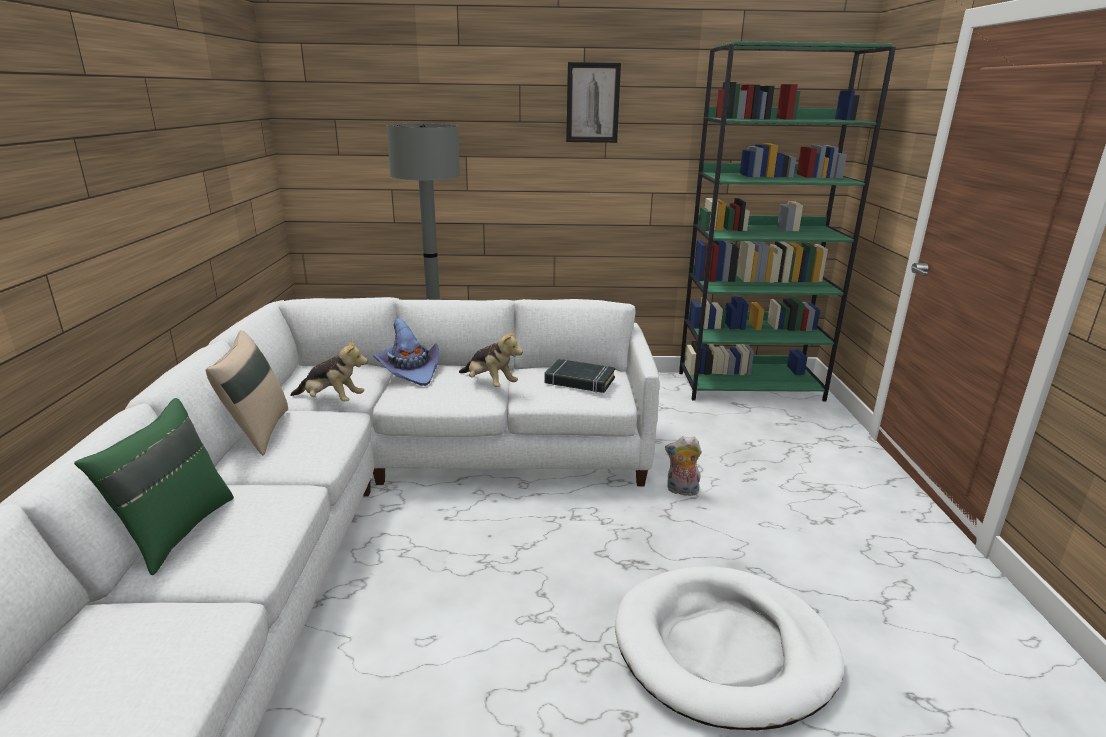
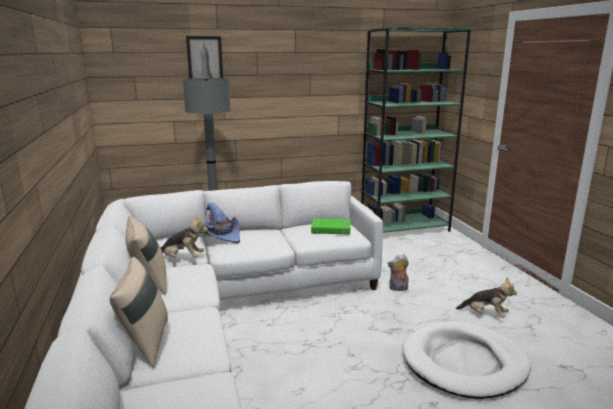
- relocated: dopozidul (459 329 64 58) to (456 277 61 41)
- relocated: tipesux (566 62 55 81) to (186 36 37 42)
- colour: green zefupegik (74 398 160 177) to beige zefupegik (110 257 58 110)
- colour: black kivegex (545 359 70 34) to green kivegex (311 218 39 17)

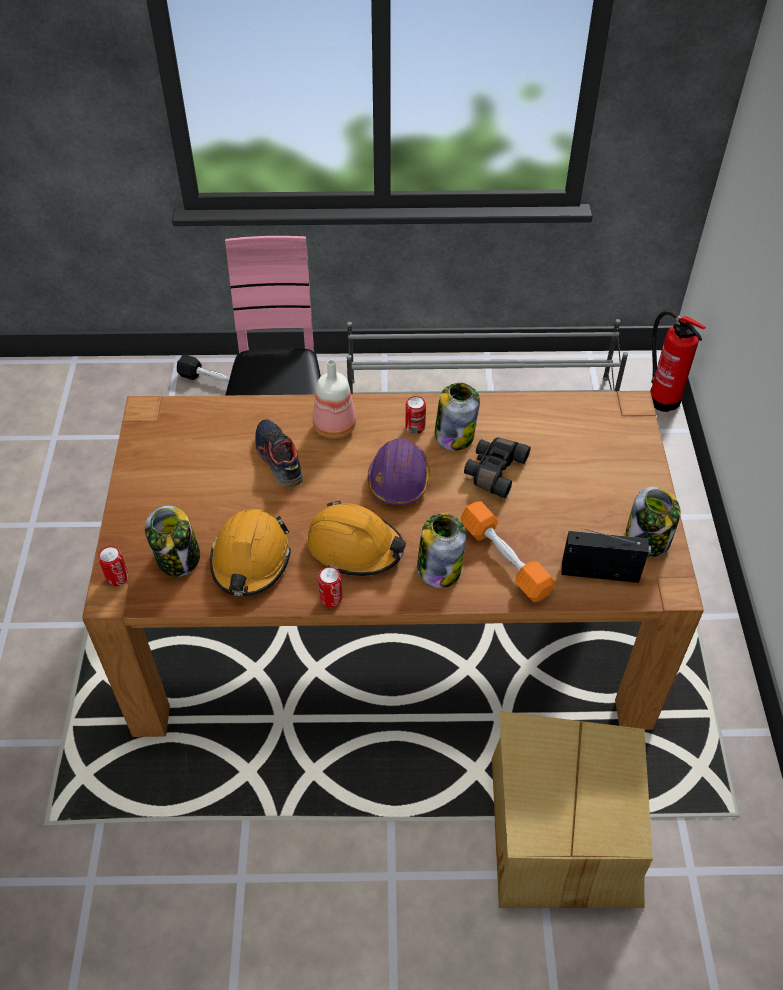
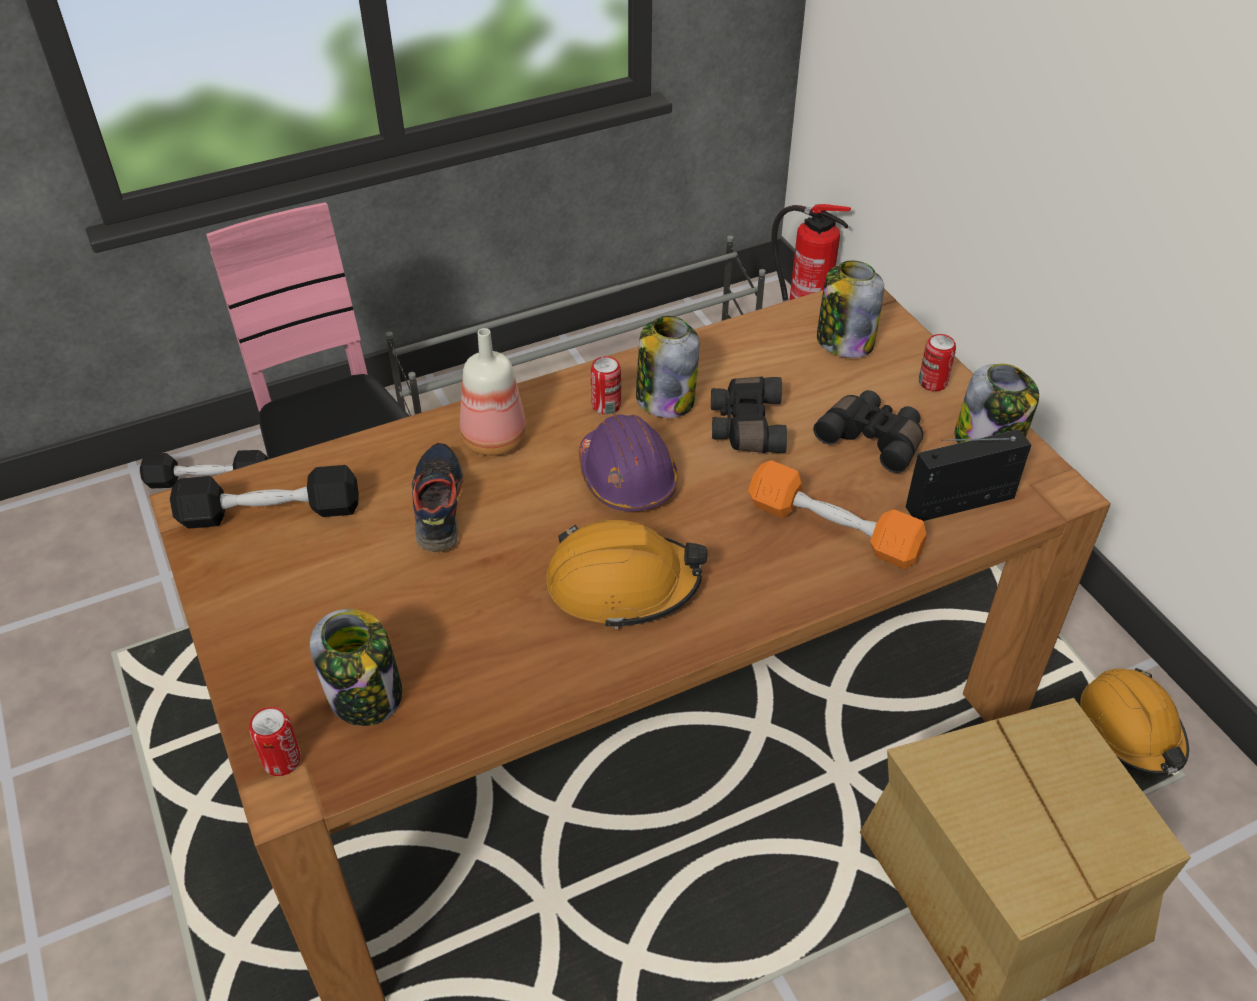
- appeared: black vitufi (170 465 189 64)
- appeared: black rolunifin (813 390 110 83)
- relocated: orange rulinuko (210 509 81 87) to (1080 668 109 108)
- relocated: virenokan (318 567 25 40) to (919 334 37 57)
- relocated: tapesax (417 514 49 74) to (817 260 67 98)
- spun: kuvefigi (255 419 48 68) = (412 443 51 109) 45 degrees clockwise

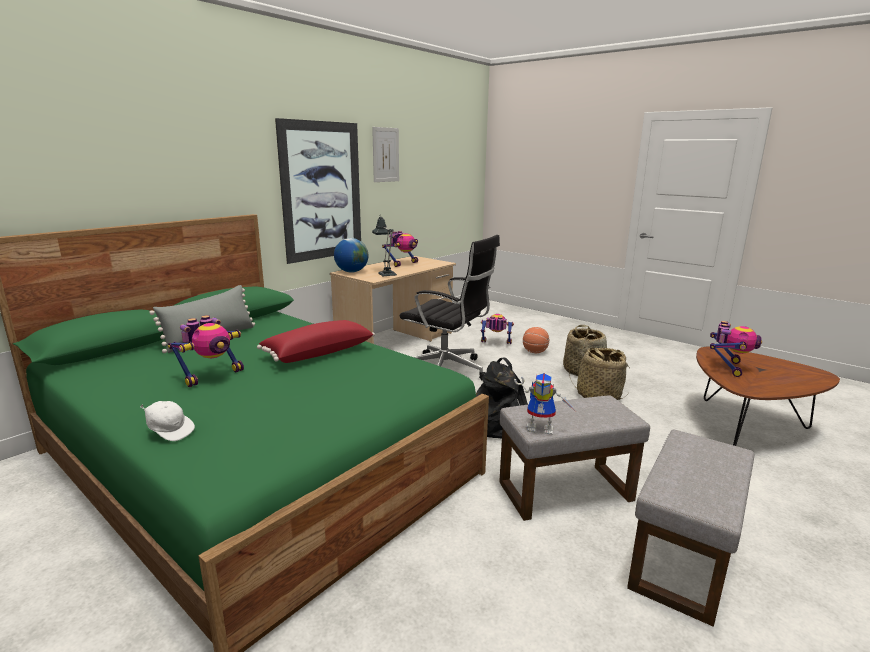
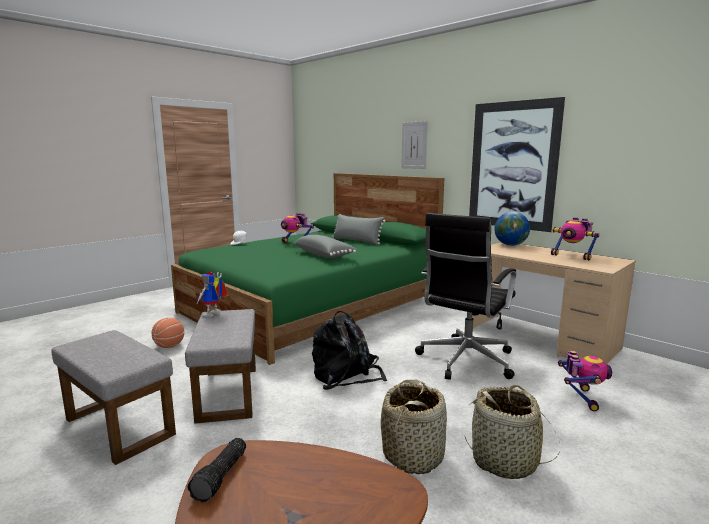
- missing: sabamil (372 216 25 61)
- missing: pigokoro (710 321 52 56)
- appeared: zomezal (188 438 58 65)
- relocated: tipesux (372 127 27 55) to (401 121 27 48)
- relocated: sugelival (523 327 26 26) to (152 318 32 30)
- colour: red zefupegik (257 320 118 43) to grey zefupegik (295 235 62 23)

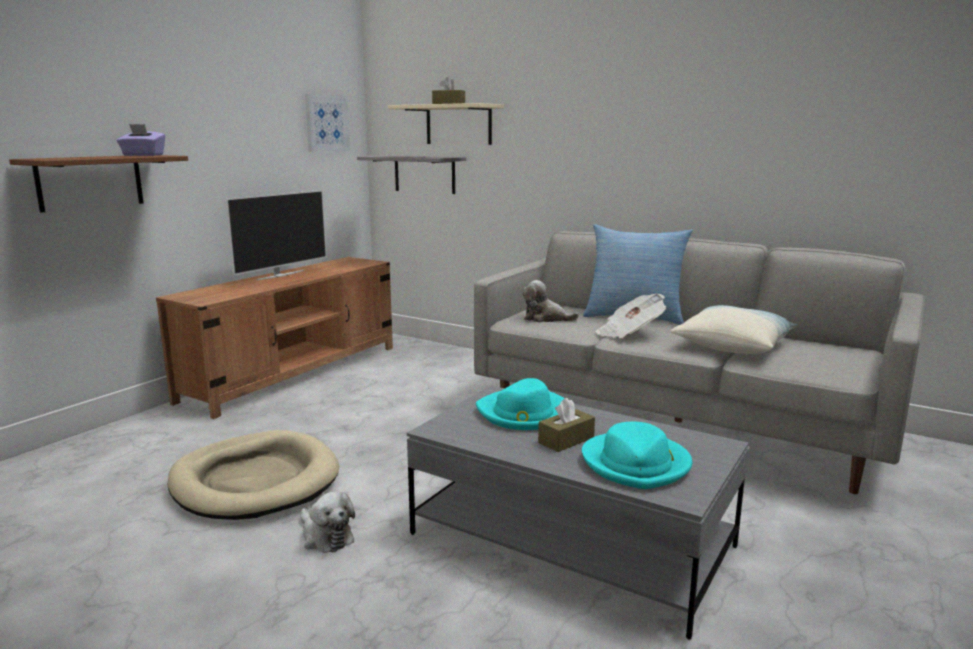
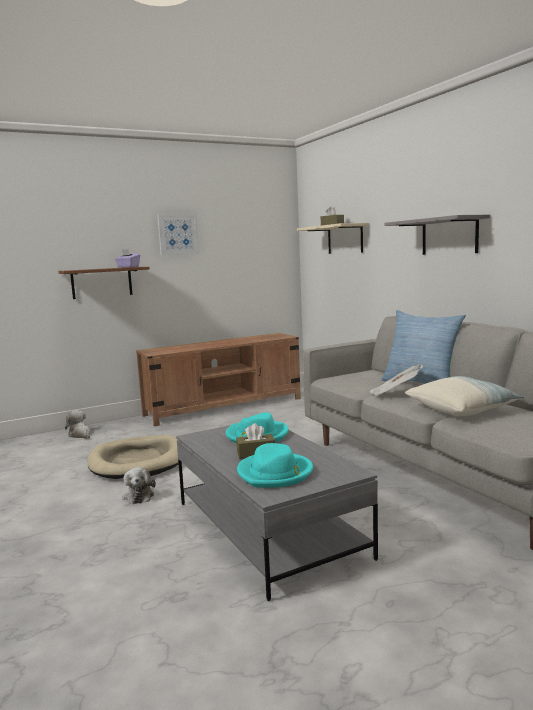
- missing: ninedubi (226 190 101 91)
- relocated: tipesux (305 94 45 58) to (157 214 42 41)
- relocated: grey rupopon (357 155 109 39) to (384 215 106 40)
- relocated: dopozidul (522 280 57 42) to (65 410 26 29)

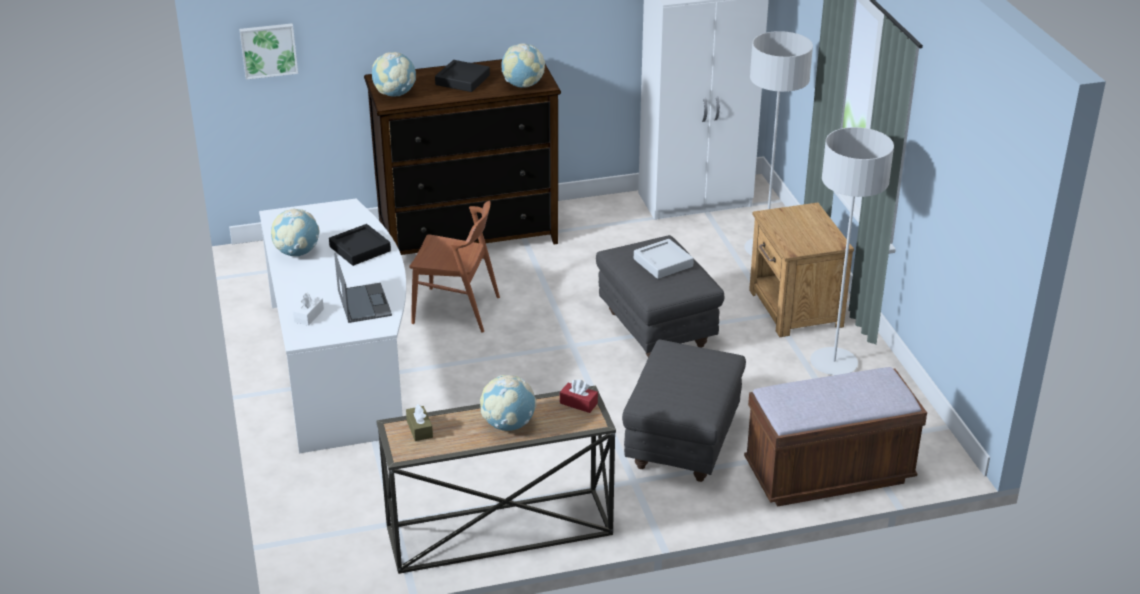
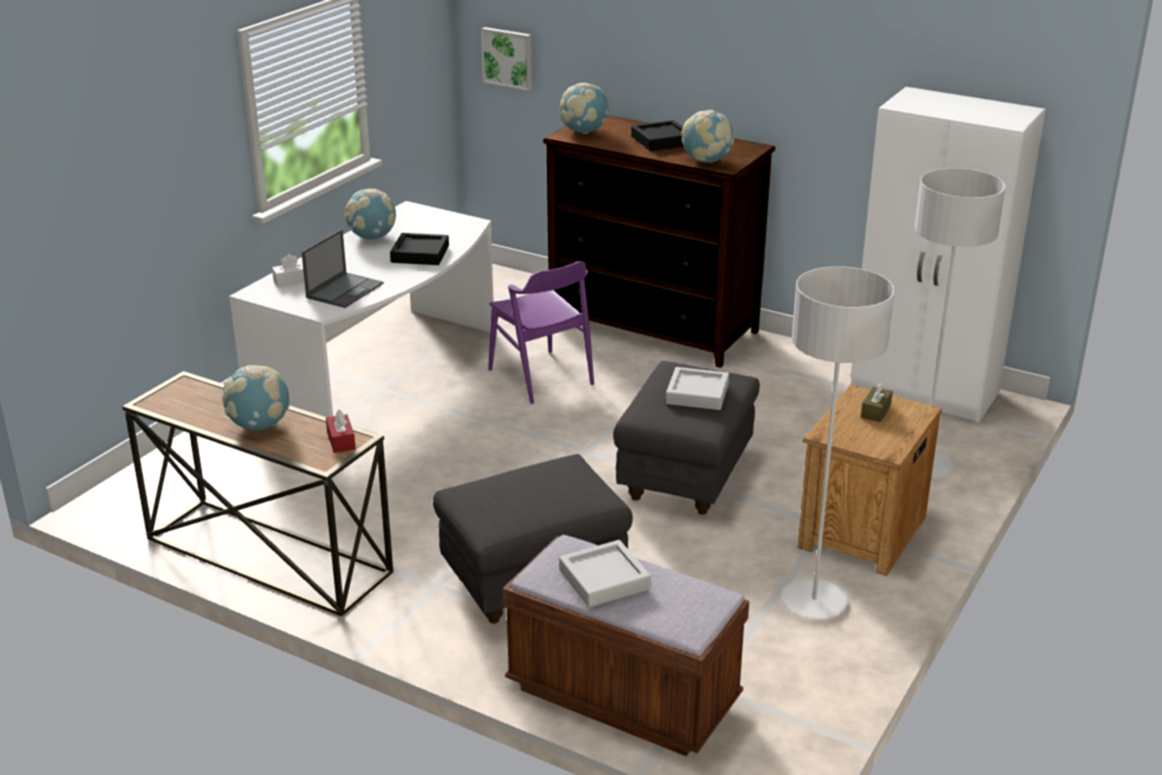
- appeared: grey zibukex (559 540 92 67)
- relocated: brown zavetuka (406 404 27 37) to (861 382 32 40)
- colour: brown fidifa (409 201 91 132) to purple fidifa (489 261 105 143)

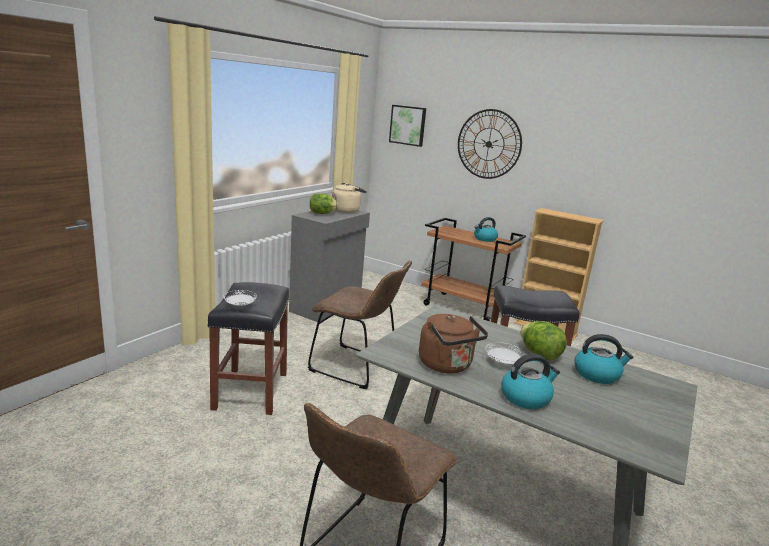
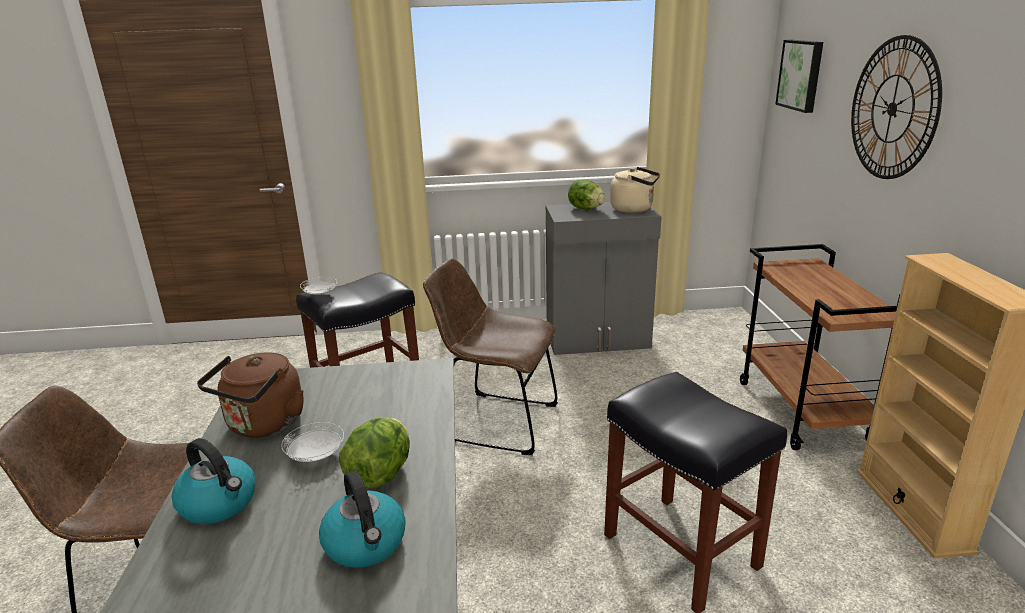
- missing: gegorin (474 217 24 25)
- spun: brown fidifa (308 260 104 129) = (423 258 135 197) 120 degrees clockwise

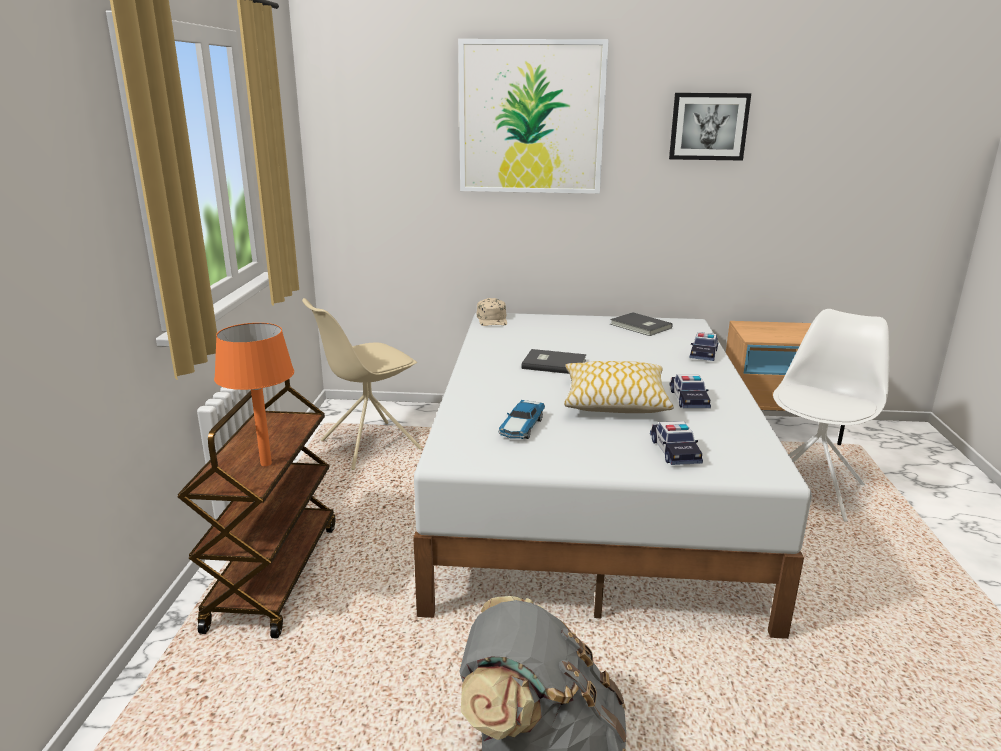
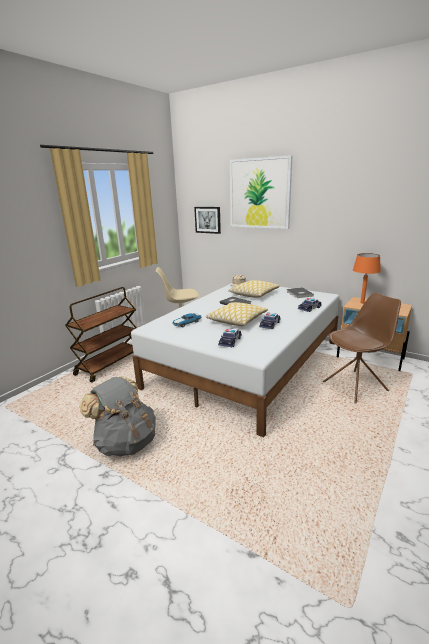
- appeared: zefupegik (228 280 52 18)
- relocated: orange sabamil (214 323 80 143) to (353 253 28 51)
- relocated: tipesux (669 93 82 68) to (194 207 27 27)
- colour: white fidifa (773 309 116 213) to brown fidifa (323 293 78 111)

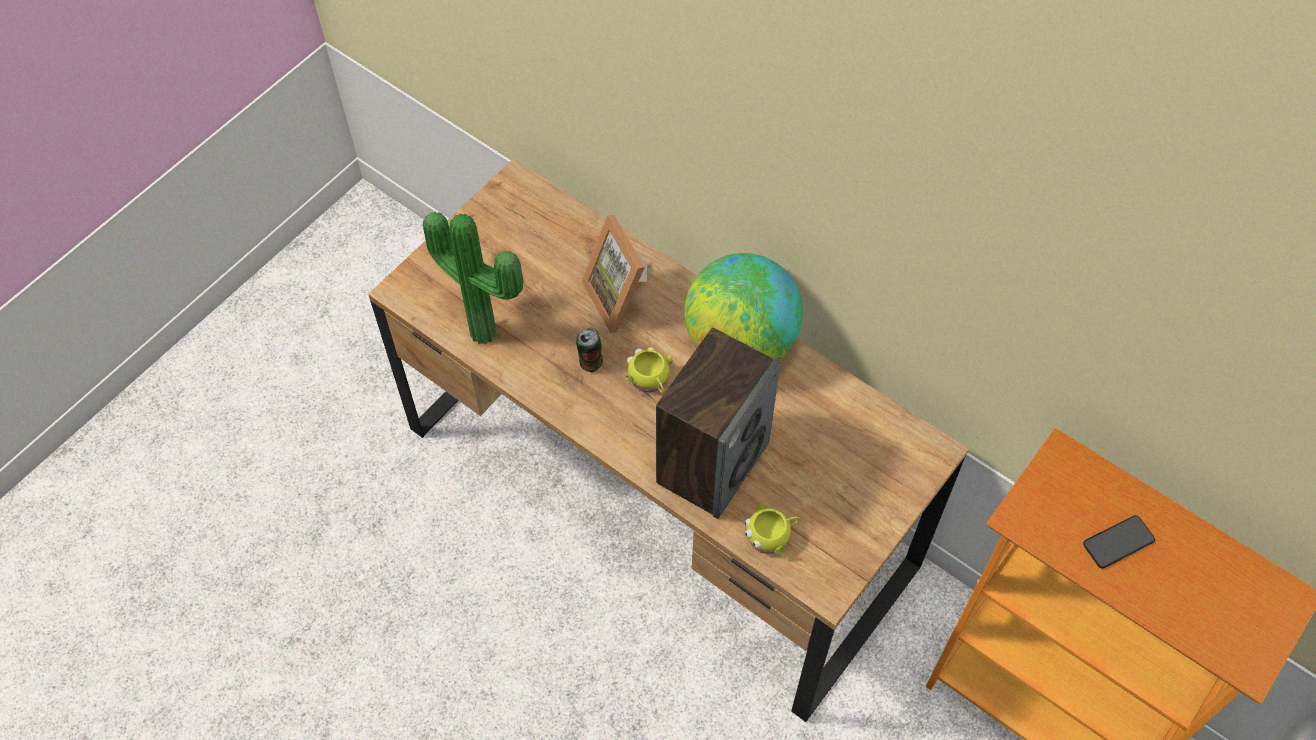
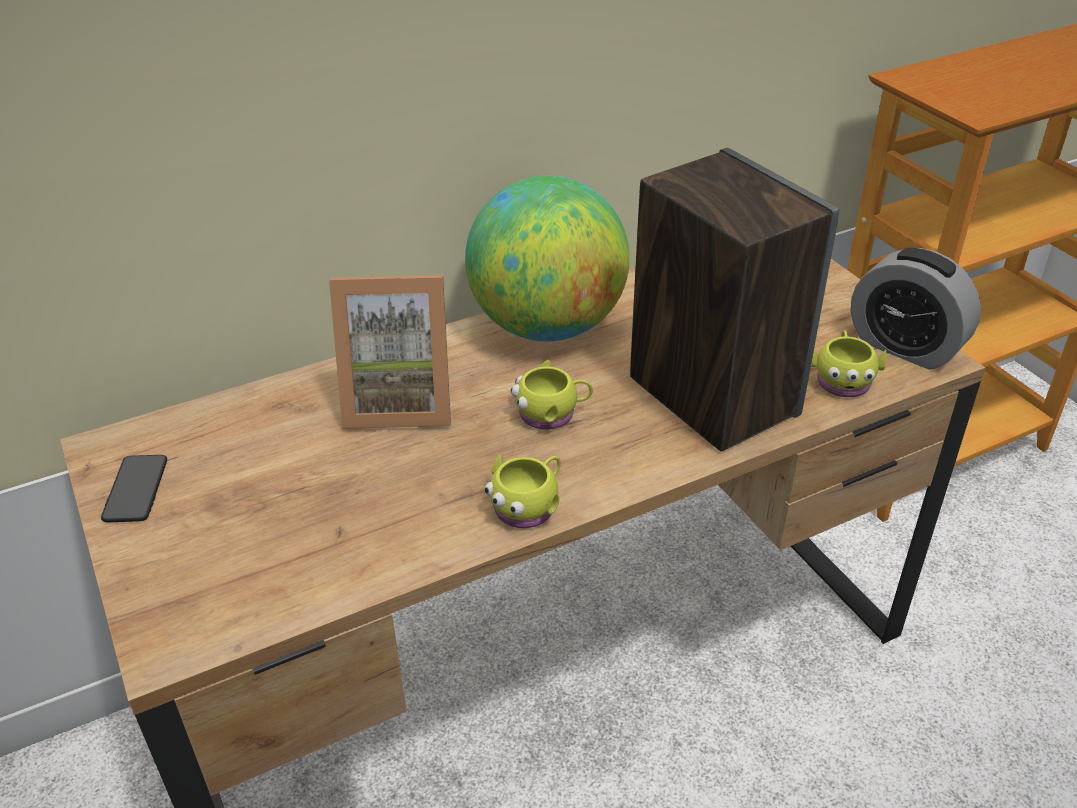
- missing: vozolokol (423 211 101 134)
- missing: virenokan (576 328 27 44)
- appeared: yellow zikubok (485 454 76 74)
- appeared: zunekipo (851 248 130 122)
- relocated: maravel (1083 515 72 53) to (101 455 66 67)

